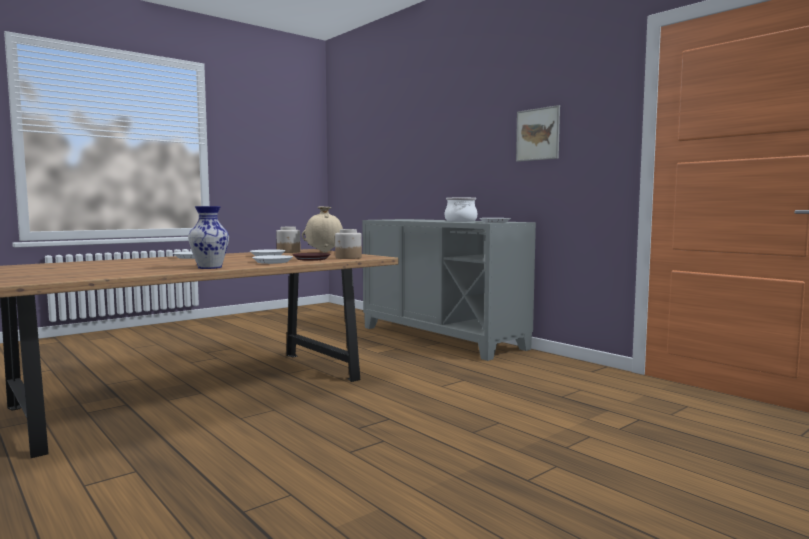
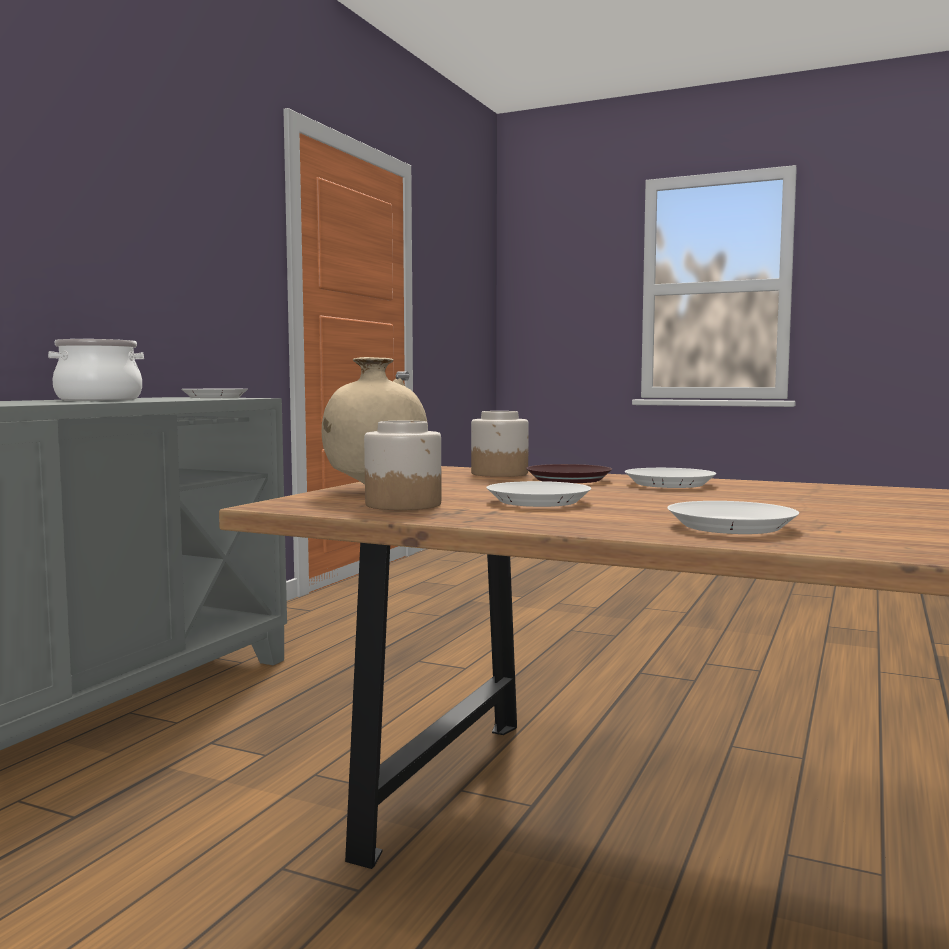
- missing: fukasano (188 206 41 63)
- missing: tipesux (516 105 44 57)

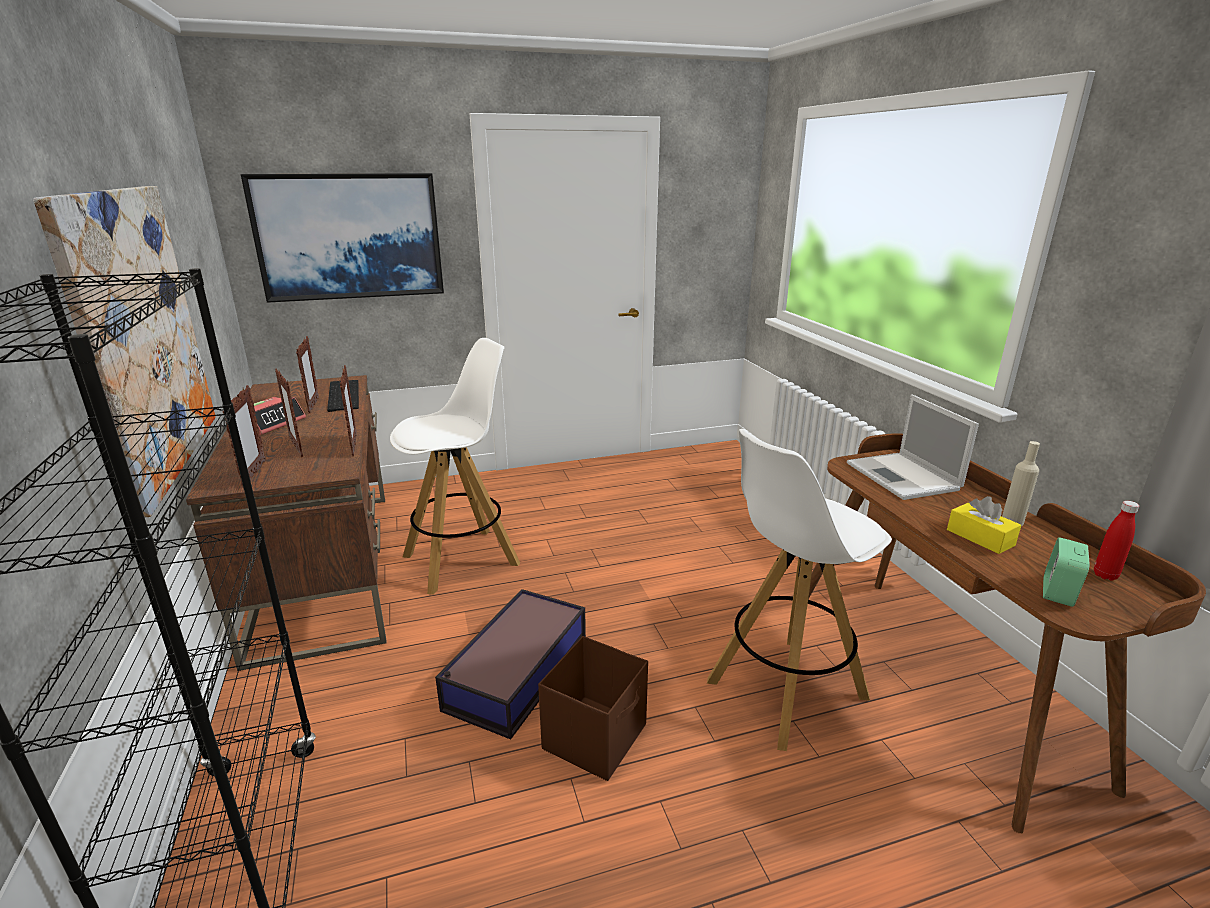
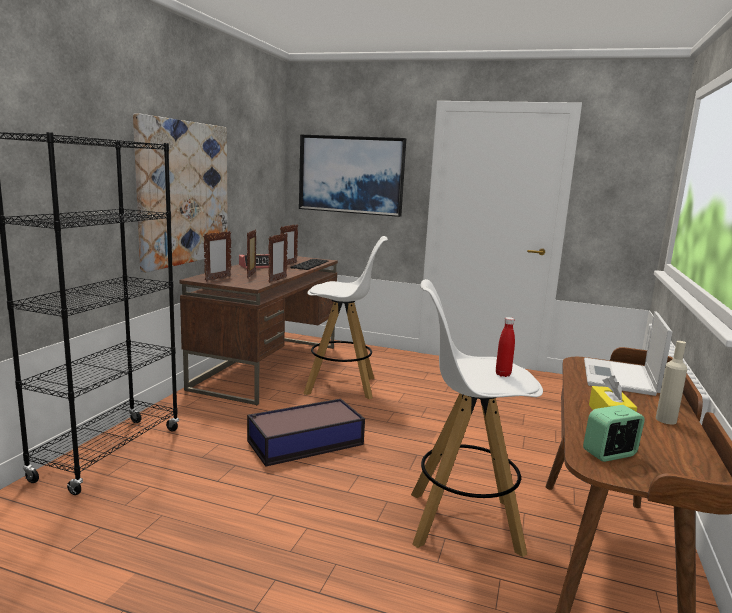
- missing: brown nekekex (538 636 110 145)
- relocated: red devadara (1094 501 45 80) to (496 317 19 60)

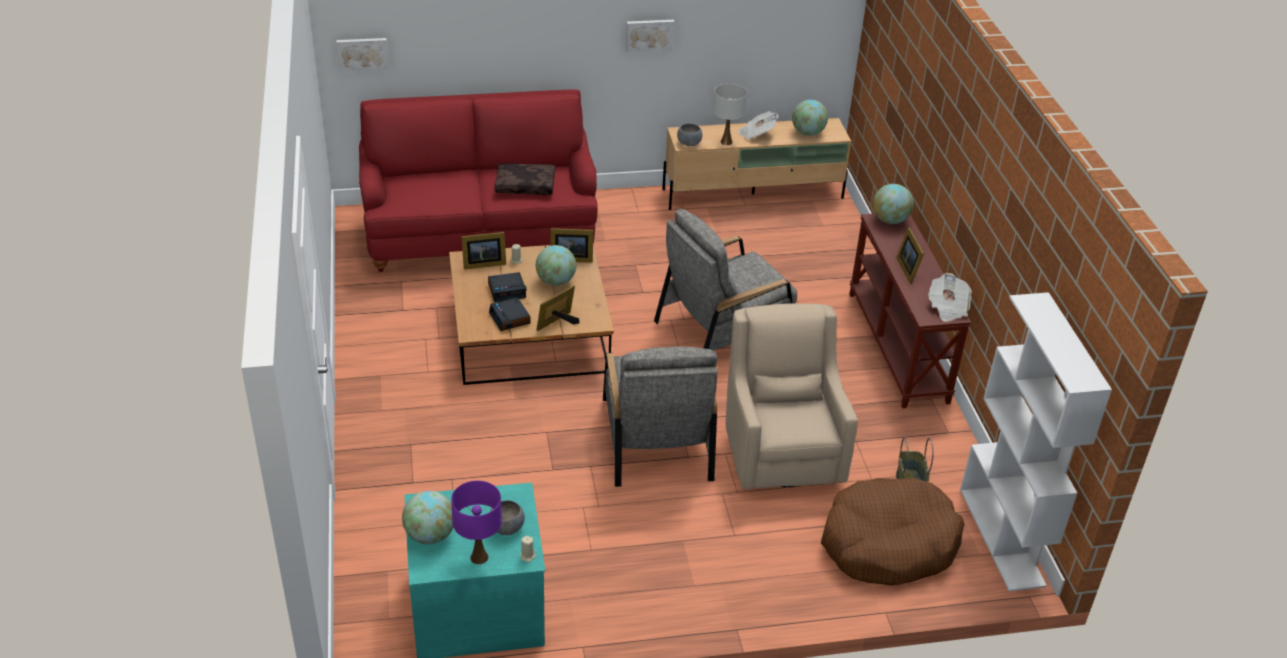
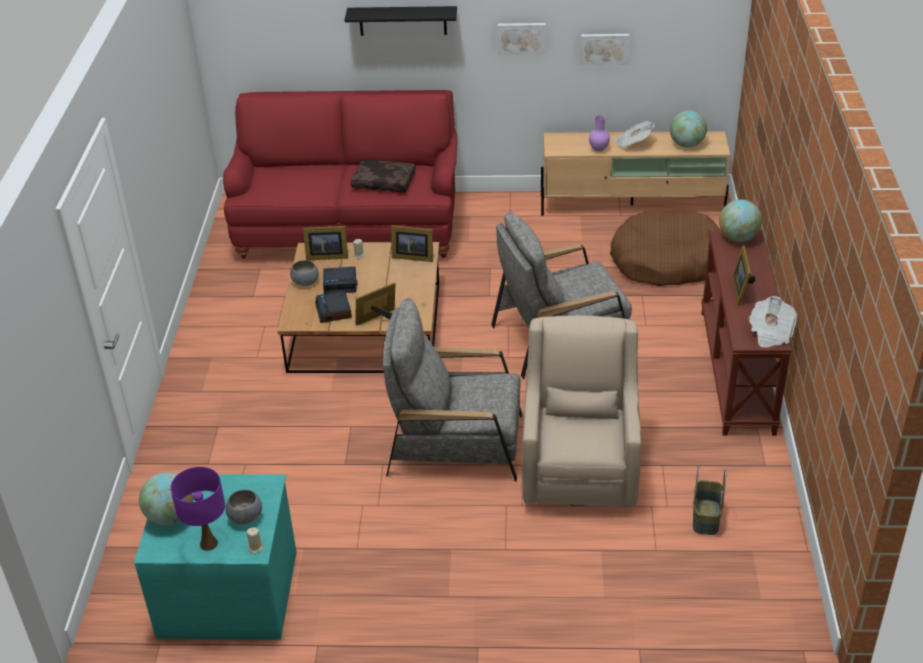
- missing: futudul (536 245 40 41)
- missing: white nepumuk (960 292 152 299)
- appeared: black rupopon (345 6 112 30)
- relocated: tipesux (337 38 52 34) to (580 34 50 31)
- relocated: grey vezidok (677 123 25 23) to (290 260 29 26)
- relocated: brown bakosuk (821 478 143 108) to (610 211 110 75)
- exchanged: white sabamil (713 83 34 62) to purple fukasano (589 115 21 37)
- spun: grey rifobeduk (603 347 114 140) = (383 299 139 183) 90 degrees clockwise

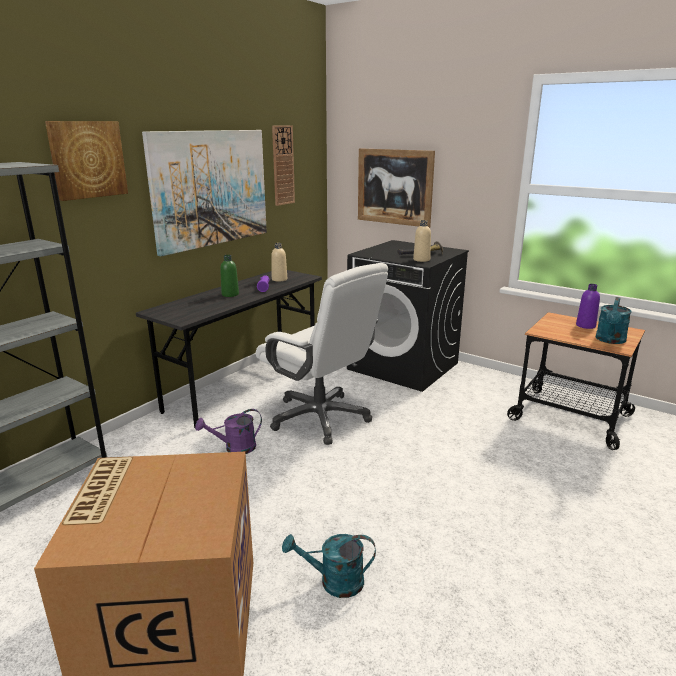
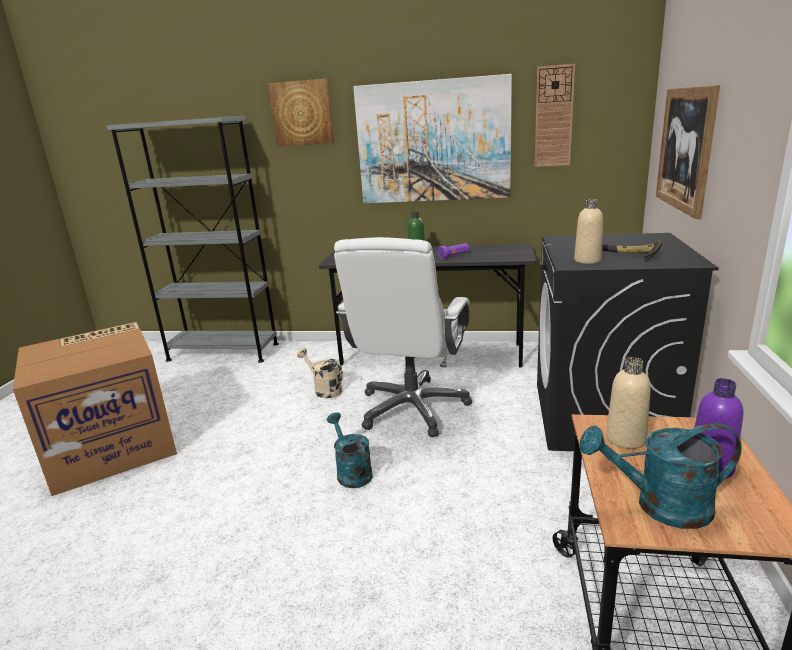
- relocated: beige devadara (271 243 16 39) to (606 357 45 92)
- relocated: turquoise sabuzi (282 534 94 64) to (327 412 46 76)
- colour: purple sabuzi (195 409 67 45) to beige sabuzi (297 348 46 50)

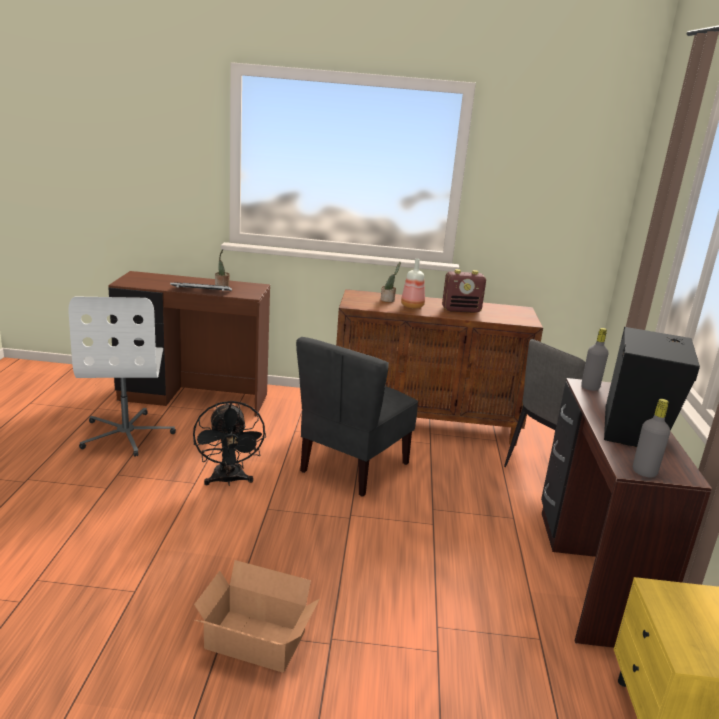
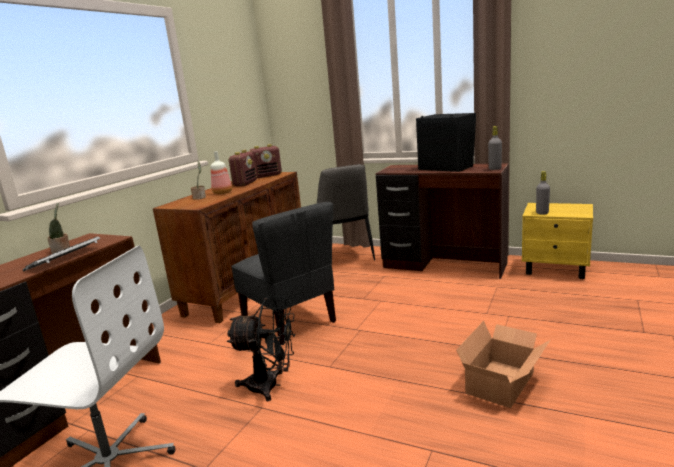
- appeared: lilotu (249 144 33 34)
- relocated: grey devadara (581 328 28 63) to (536 171 14 44)

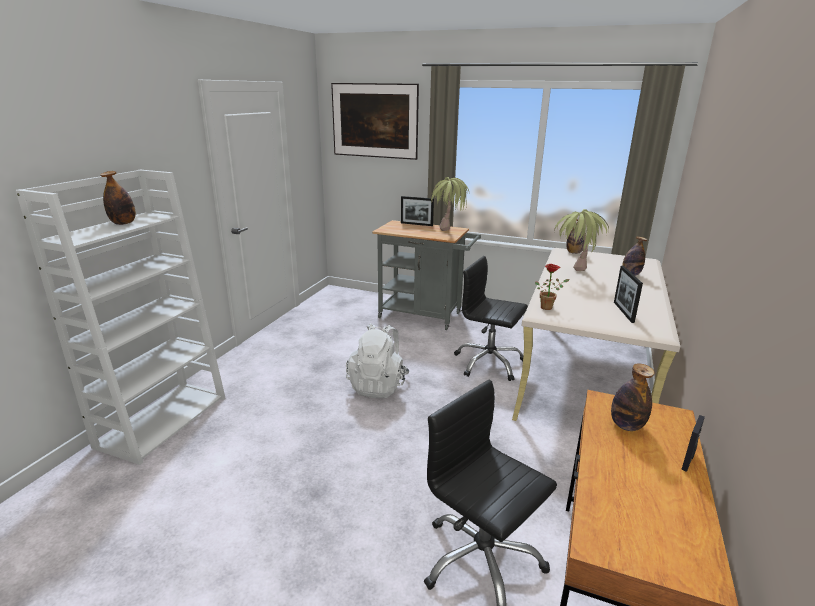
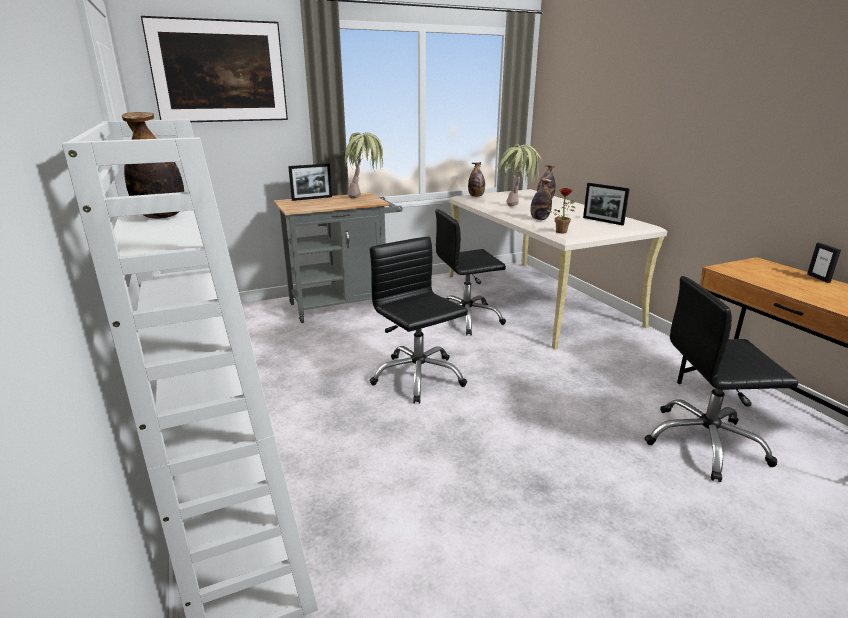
- relocated: devadara (611 364 44 67) to (530 178 22 42)
- exchanged: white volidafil (346 323 64 75) to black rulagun (370 236 98 168)

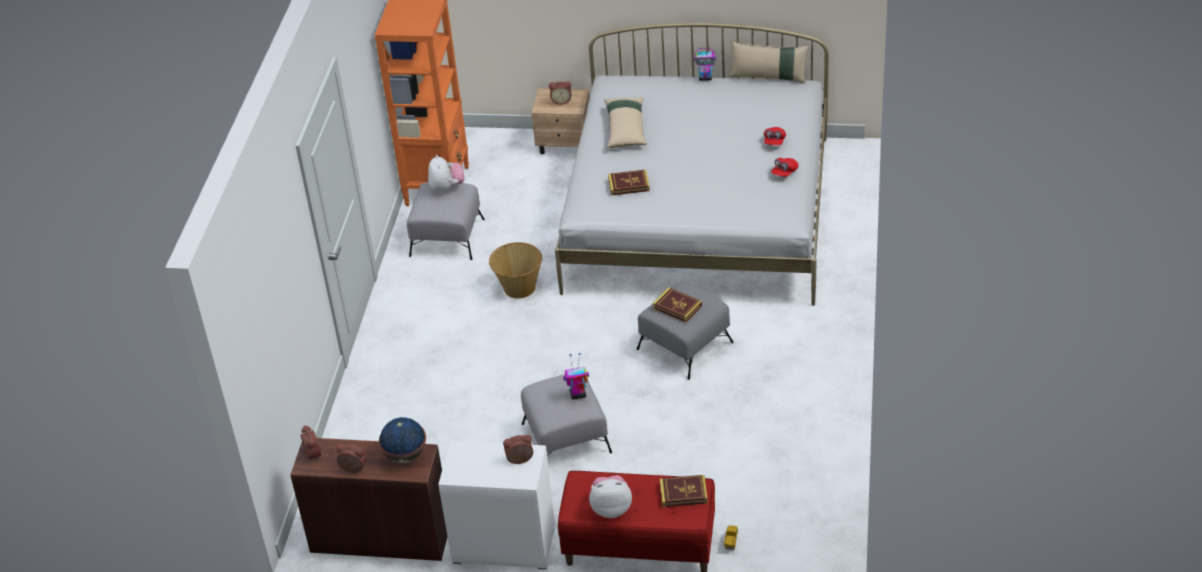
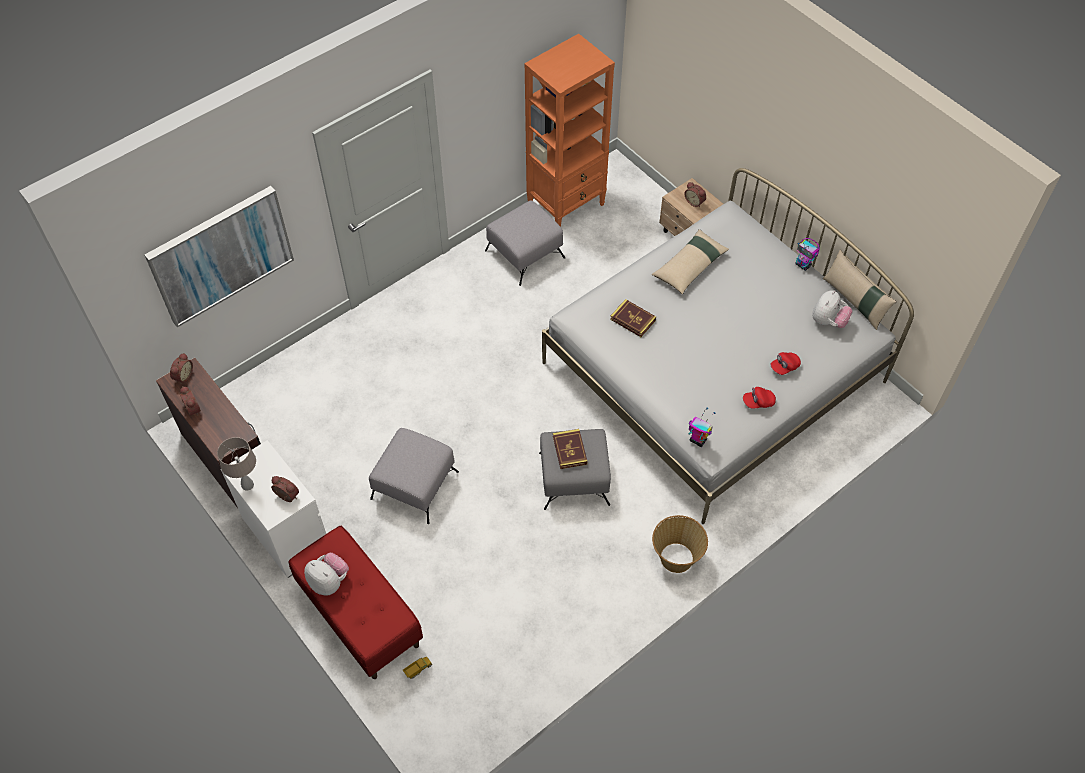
- missing: futudul (379 417 47 46)
- missing: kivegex (660 475 48 32)
- appeared: tipesux (145 186 149 141)
- appeared: beige sabamil (217 437 39 54)
- relocated: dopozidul (428 155 37 38) to (812 290 41 38)
- relocated: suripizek (489 242 53 57) to (652 515 56 58)
- relocated: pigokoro (563 353 26 46) to (688 408 27 39)

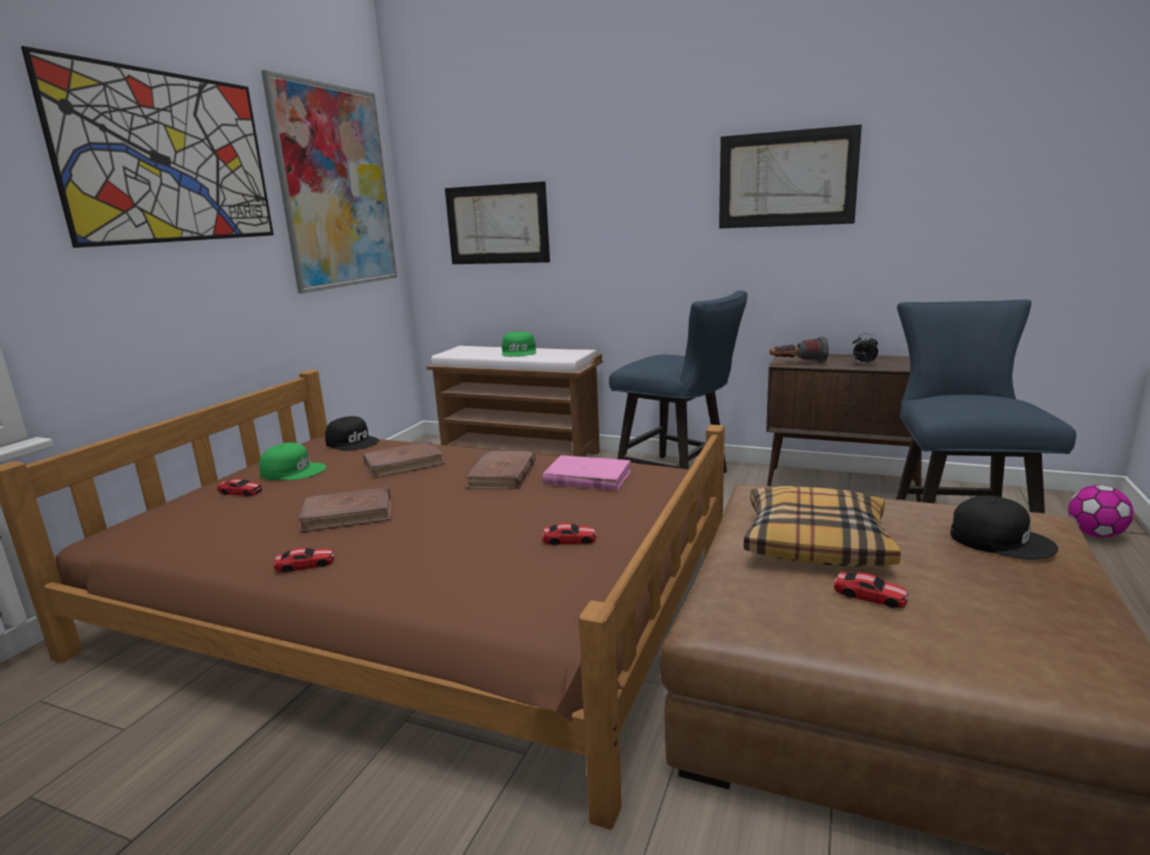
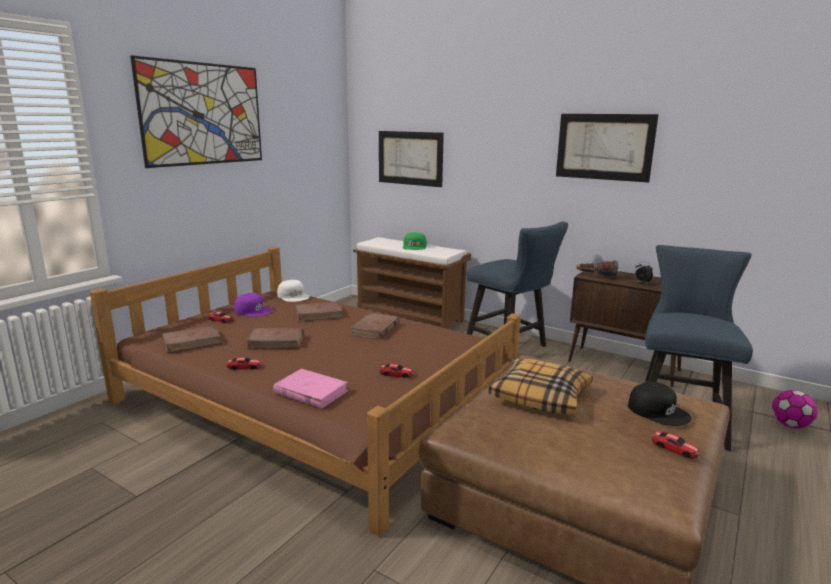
- missing: tipesux (261 70 136 223)
- appeared: brown kivegex (162 326 60 27)
- relocated: pink kivegex (543 455 88 36) to (273 369 75 39)
- relocated: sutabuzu (834 572 75 36) to (652 431 47 28)
- colour: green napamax (259 443 67 37) to purple napamax (234 293 39 24)
- colour: black napamax (325 416 54 35) to white napamax (277 280 33 22)

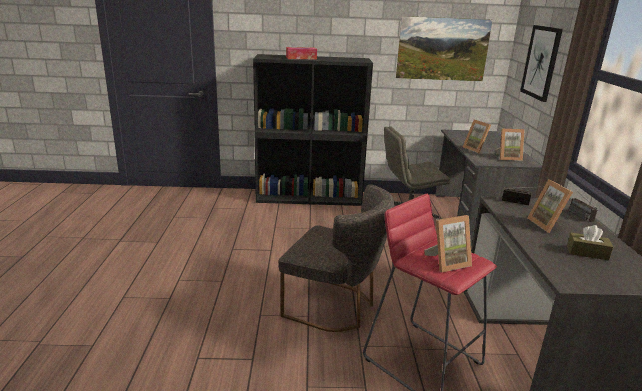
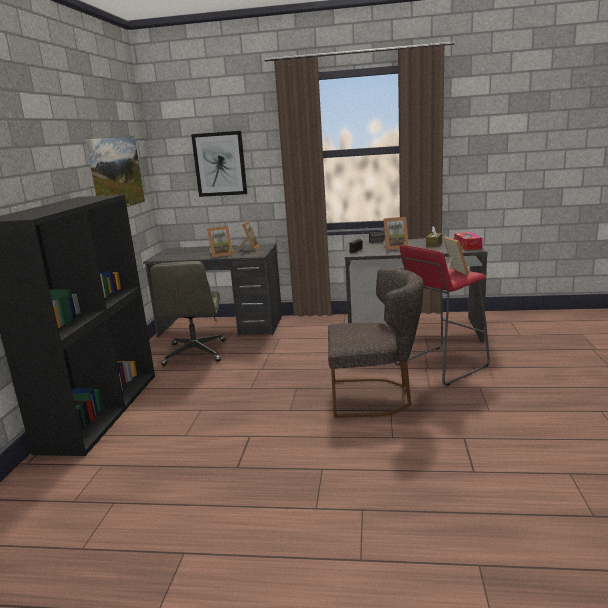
- relocated: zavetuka (286 47 31 12) to (454 232 29 18)
- spun: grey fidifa (279 184 116 148) = (328 269 96 149) 60 degrees clockwise

